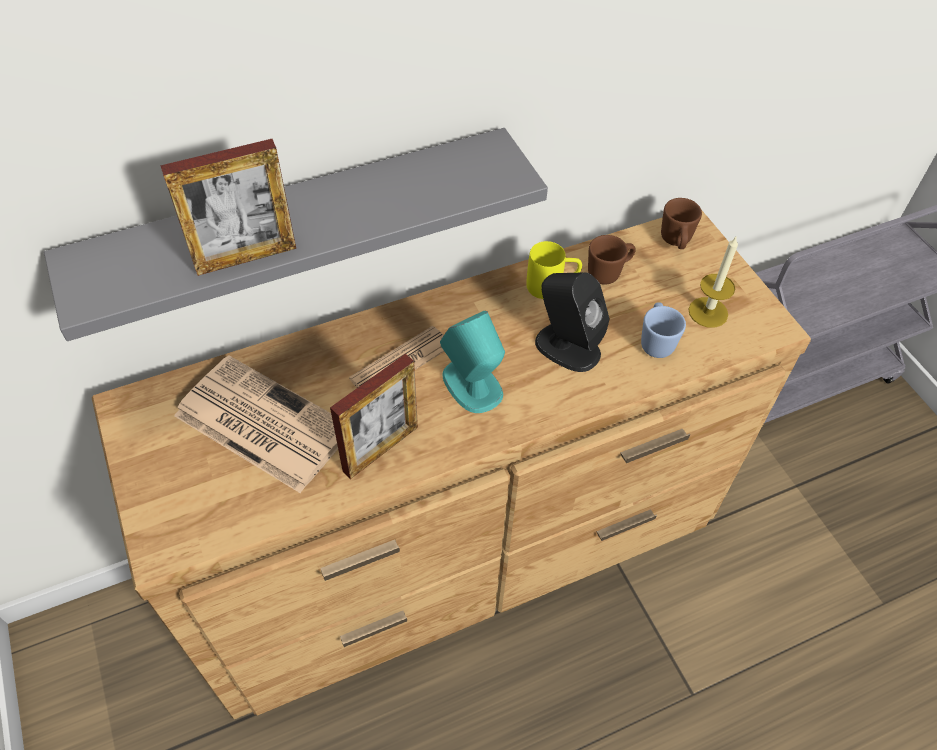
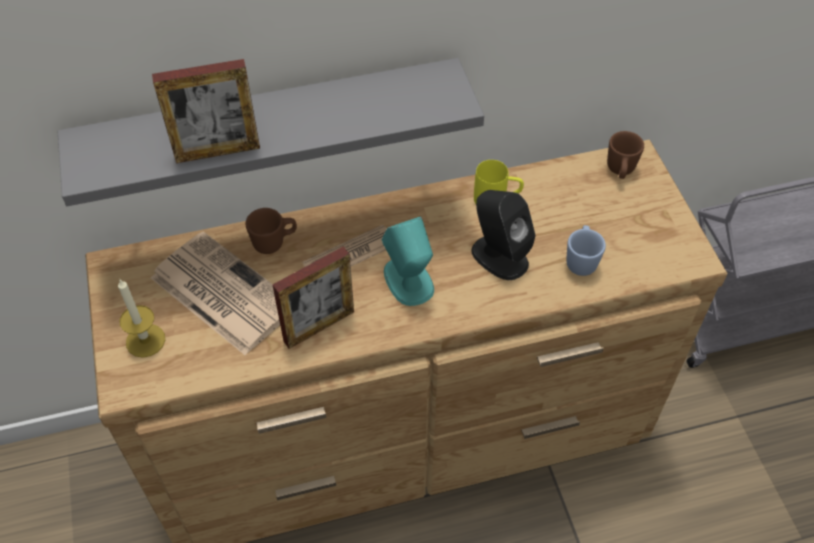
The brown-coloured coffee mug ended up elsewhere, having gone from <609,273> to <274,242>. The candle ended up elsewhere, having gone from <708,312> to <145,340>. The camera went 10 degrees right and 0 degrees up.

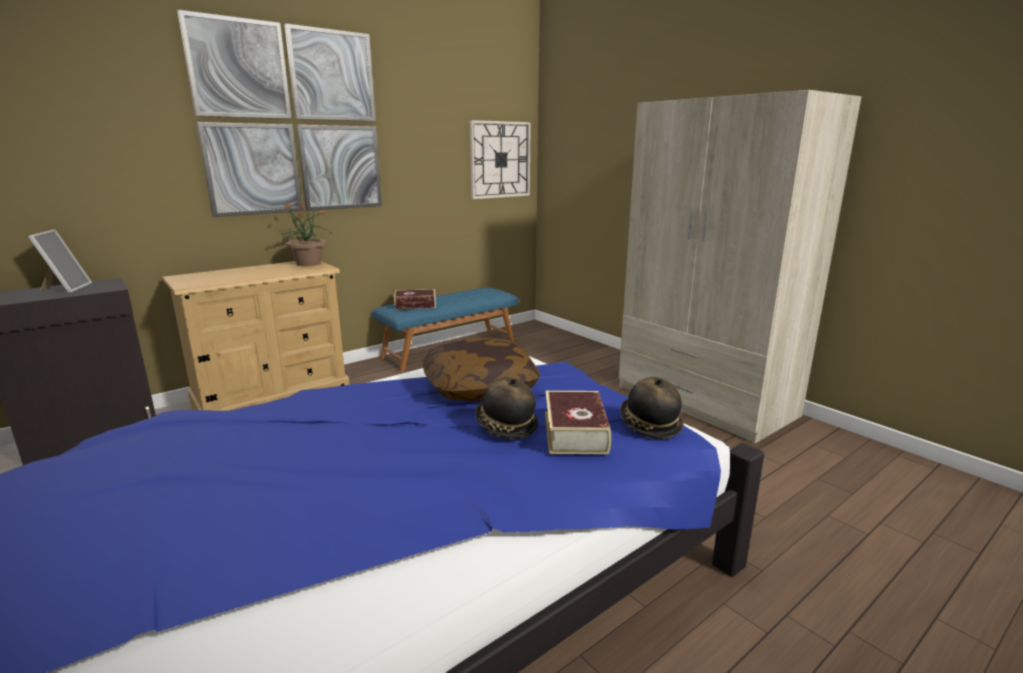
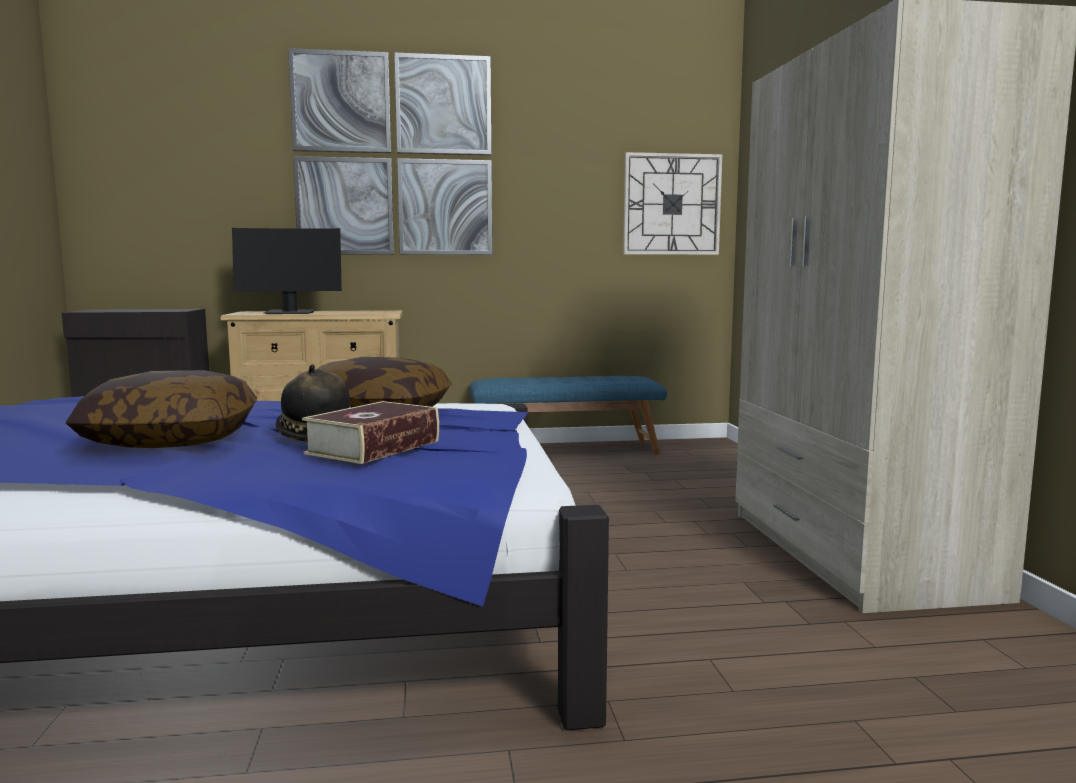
The second view lost the picture frame at <65,289>. The second view lost the houseplant at <308,264>. The second view lost the volume at <415,305>. The second view lost the clothing hat at <649,424>. The second view gained the cushion at <172,440>. The second view gained the computer display at <290,313>. The camera went 30 degrees right and 10 degrees down.

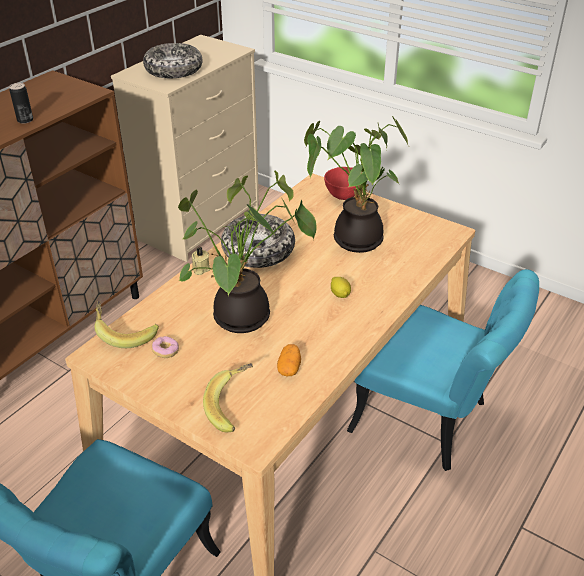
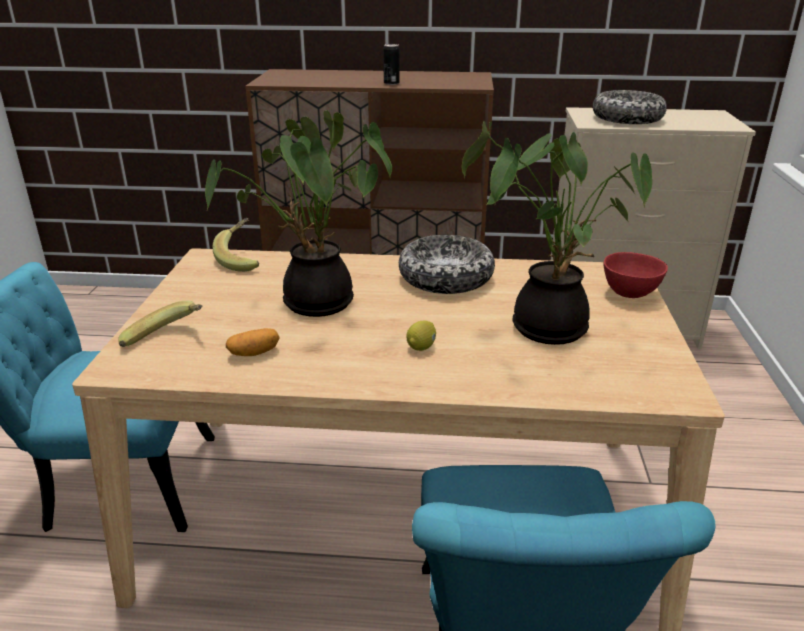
The second view lost the ring doughnut at <165,351>. The second view lost the beige-coloured candle at <200,269>. The camera went 60 degrees right and 10 degrees down.

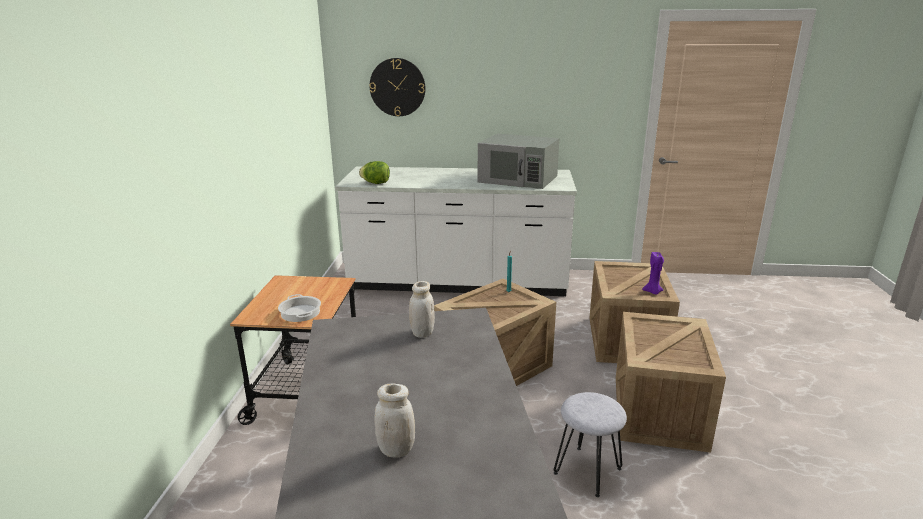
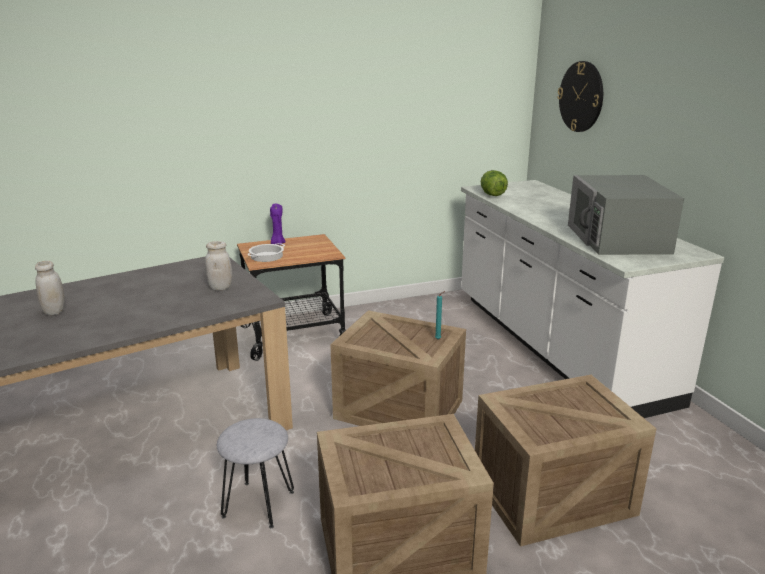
The purplish candle ended up elsewhere, having gone from <653,292> to <277,243>. The camera went 65 degrees right and 0 degrees up.

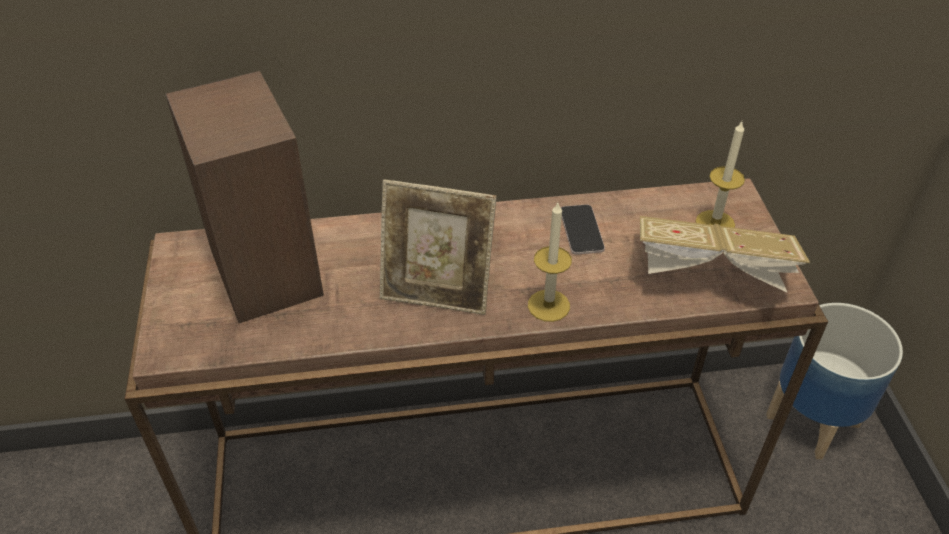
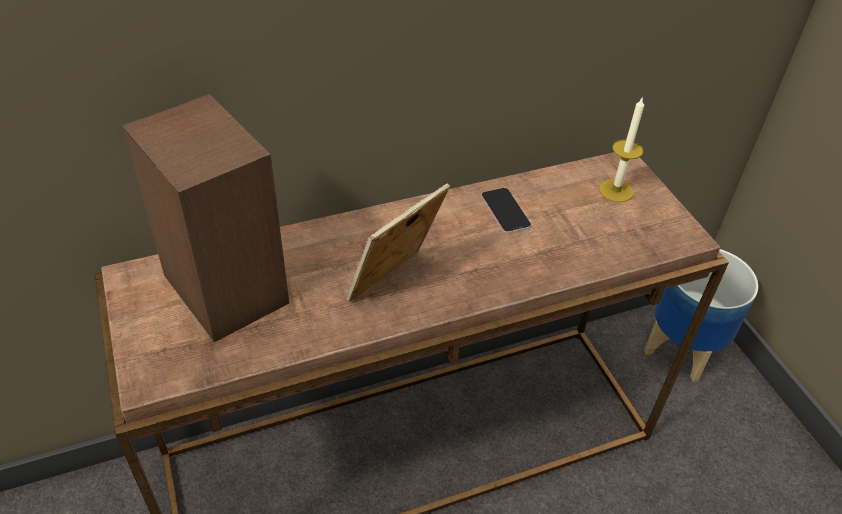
The picture frame at <437,292> ended up facing another way, 135 degrees clockwise from before. The second view lost the candle at <548,305>. The second view lost the volume at <710,276>. The camera went 15 degrees left and 0 degrees up.

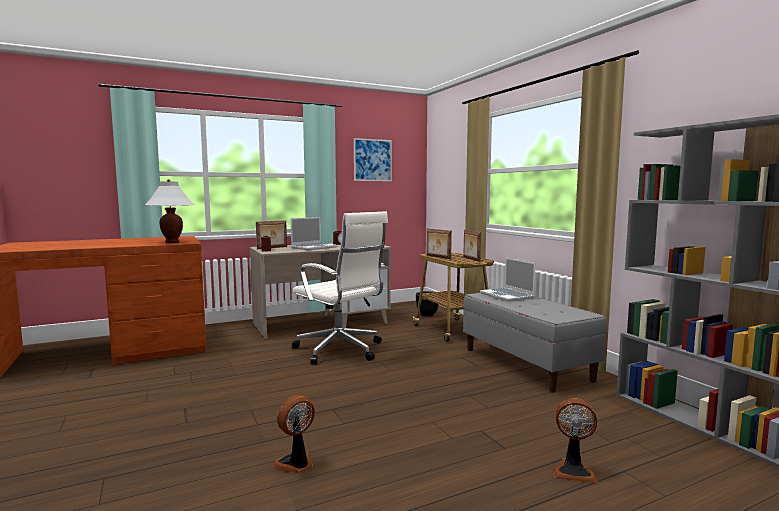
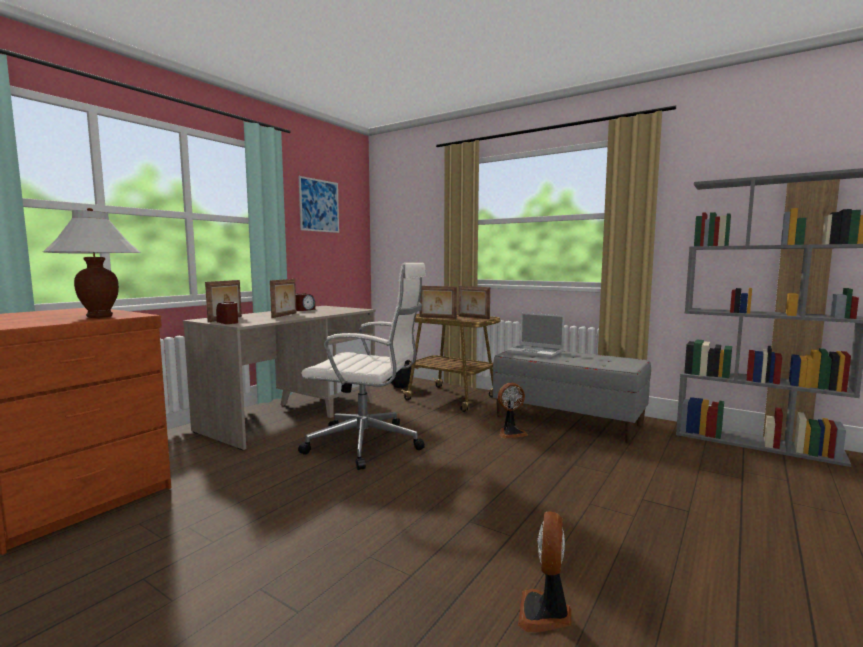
Where the laptop stood at <314,247>, the picture frame came to stand at <285,315>. The electric fan ended up elsewhere, having gone from <573,471> to <511,433>. The camera went 30 degrees left and 0 degrees up.

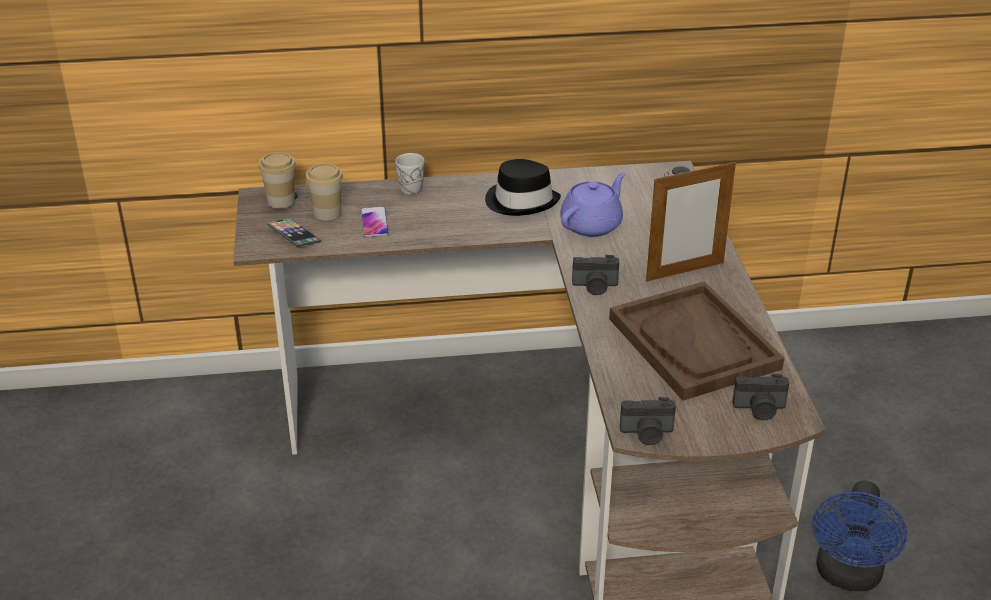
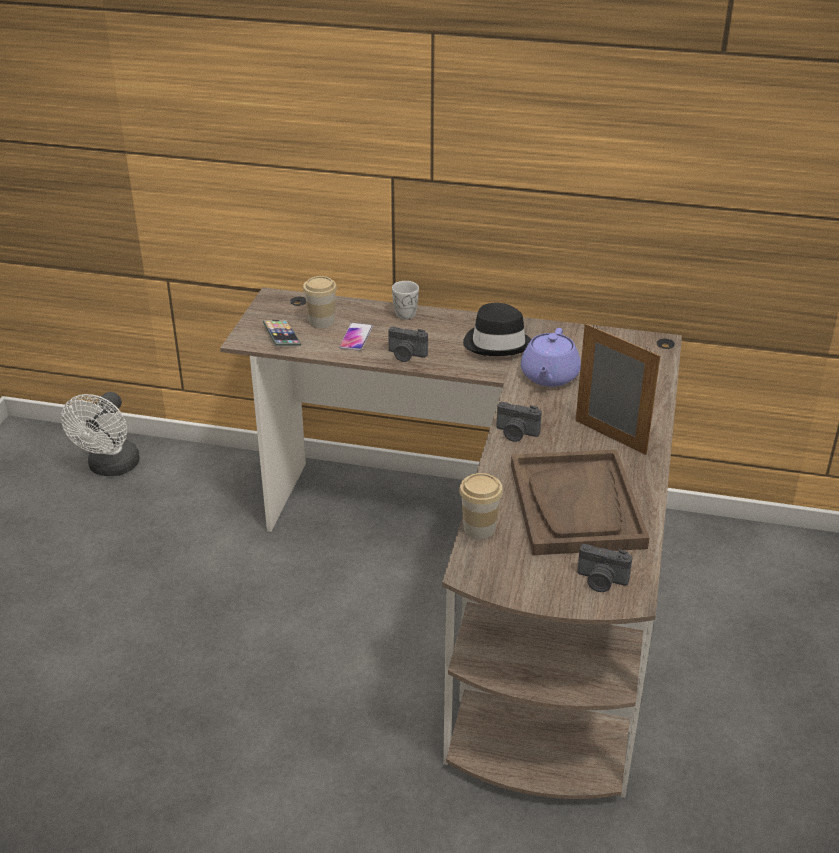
The drinking cup ended up elsewhere, having gone from <281,201> to <479,528>. The purplish tea pot at <592,225> ended up facing another way, 135 degrees clockwise from before. The still camera ended up elsewhere, having gone from <647,434> to <406,355>. The picture frame at <685,271> ended up facing another way, 135 degrees counterclockwise from before. The second view lost the bluish electric fan at <848,577>. The second view gained the white-coloured electric fan at <111,468>. The camera went 20 degrees right and 0 degrees up.

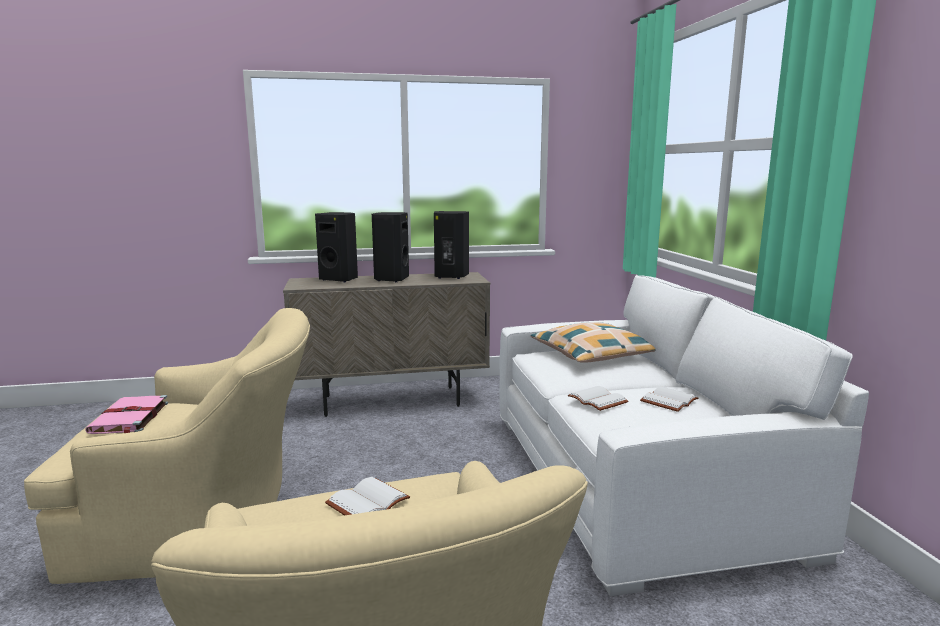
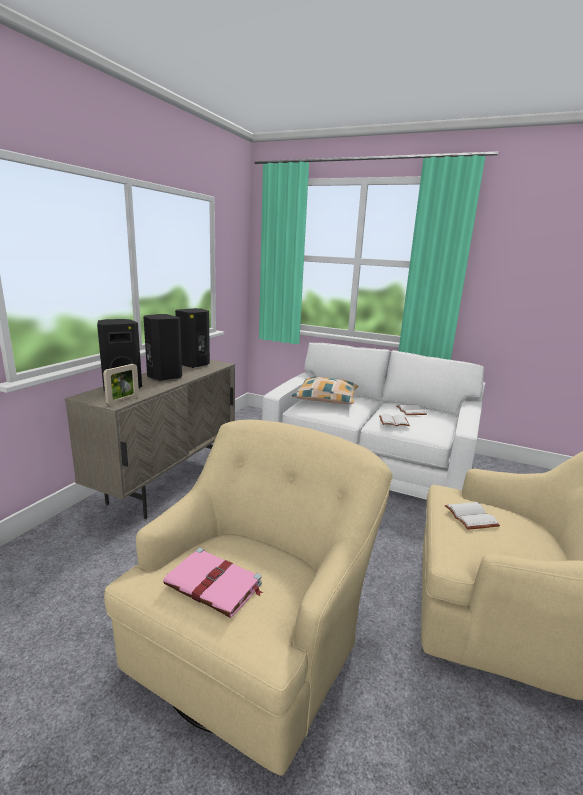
The second view gained the picture frame at <123,401>. The camera went 55 degrees left and 5 degrees up.

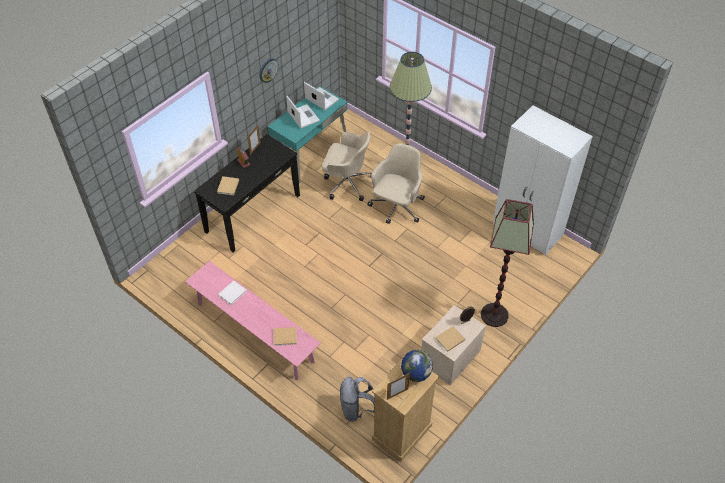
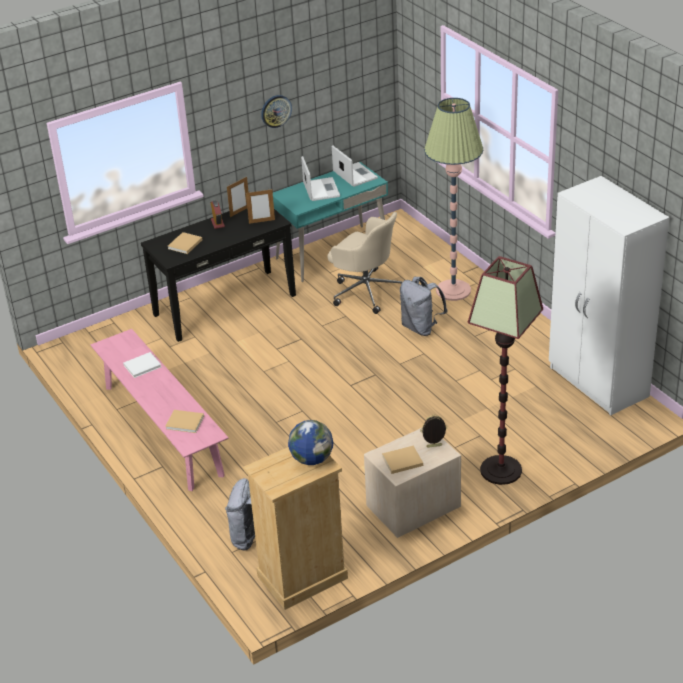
Where the beige-coloured office chair stood at <396,207>, the greyish knapsack came to stand at <421,328>. The picture frame ended up elsewhere, having gone from <397,394> to <261,221>. The camera went 20 degrees right and 15 degrees down.

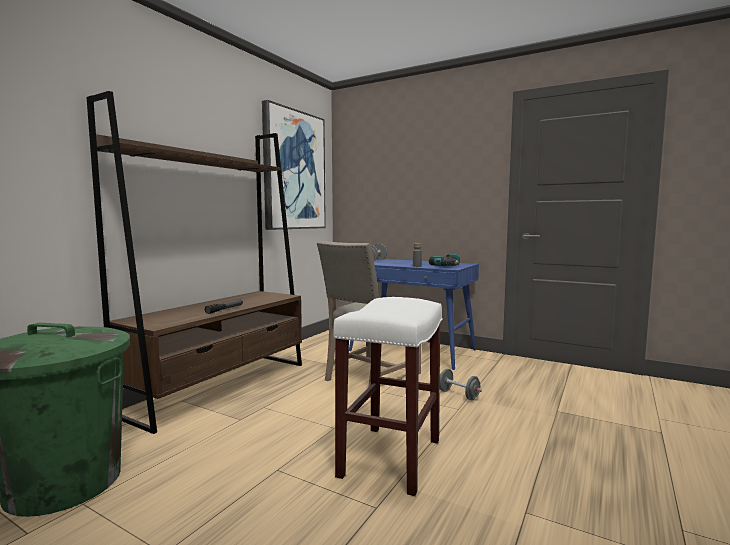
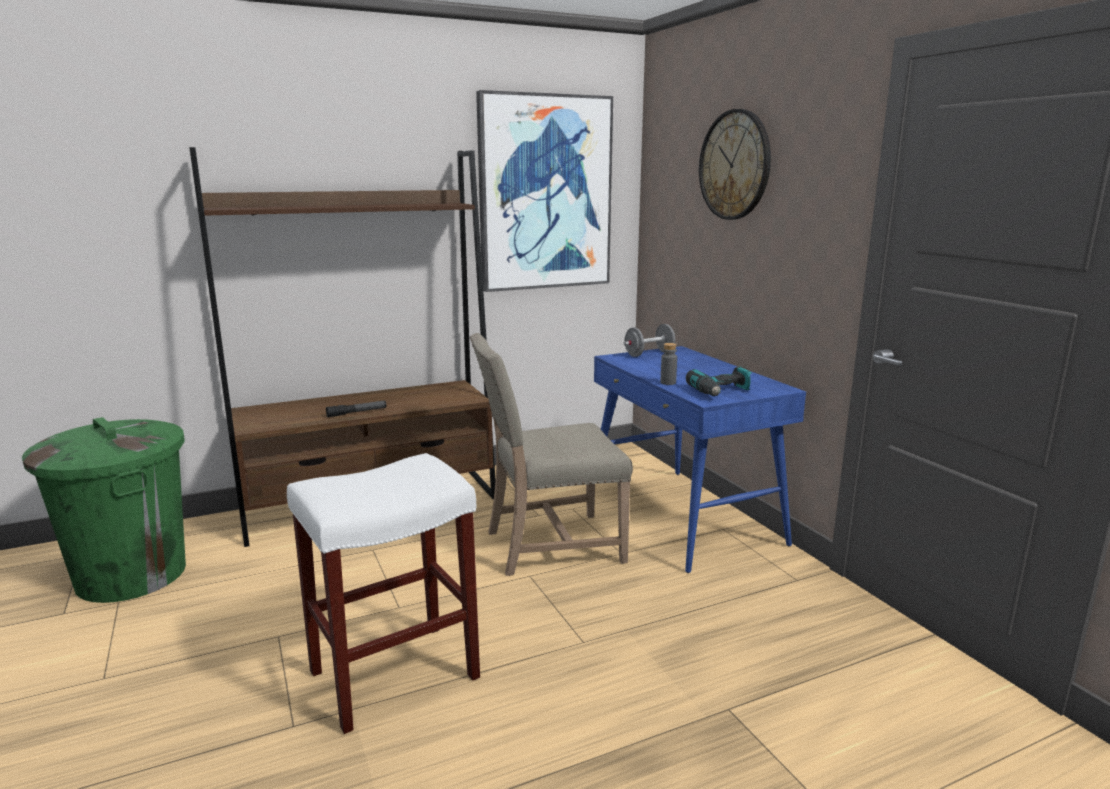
The second view lost the greyish hand weight at <458,395>. The second view gained the hanging clock at <735,165>. The camera went 35 degrees right and 10 degrees up.

